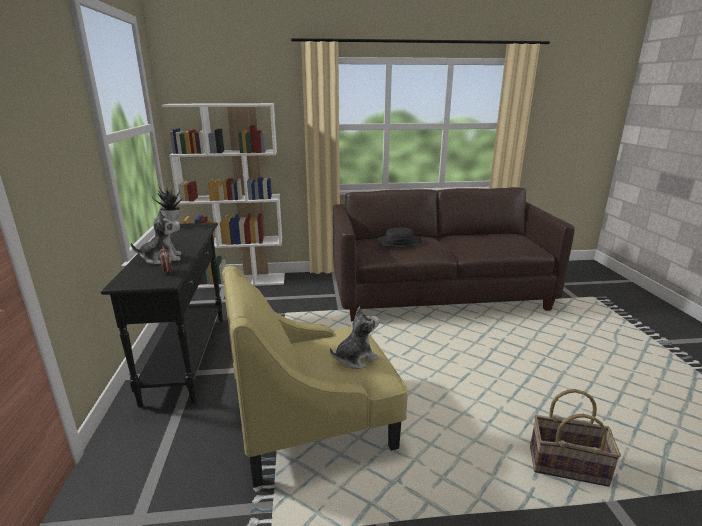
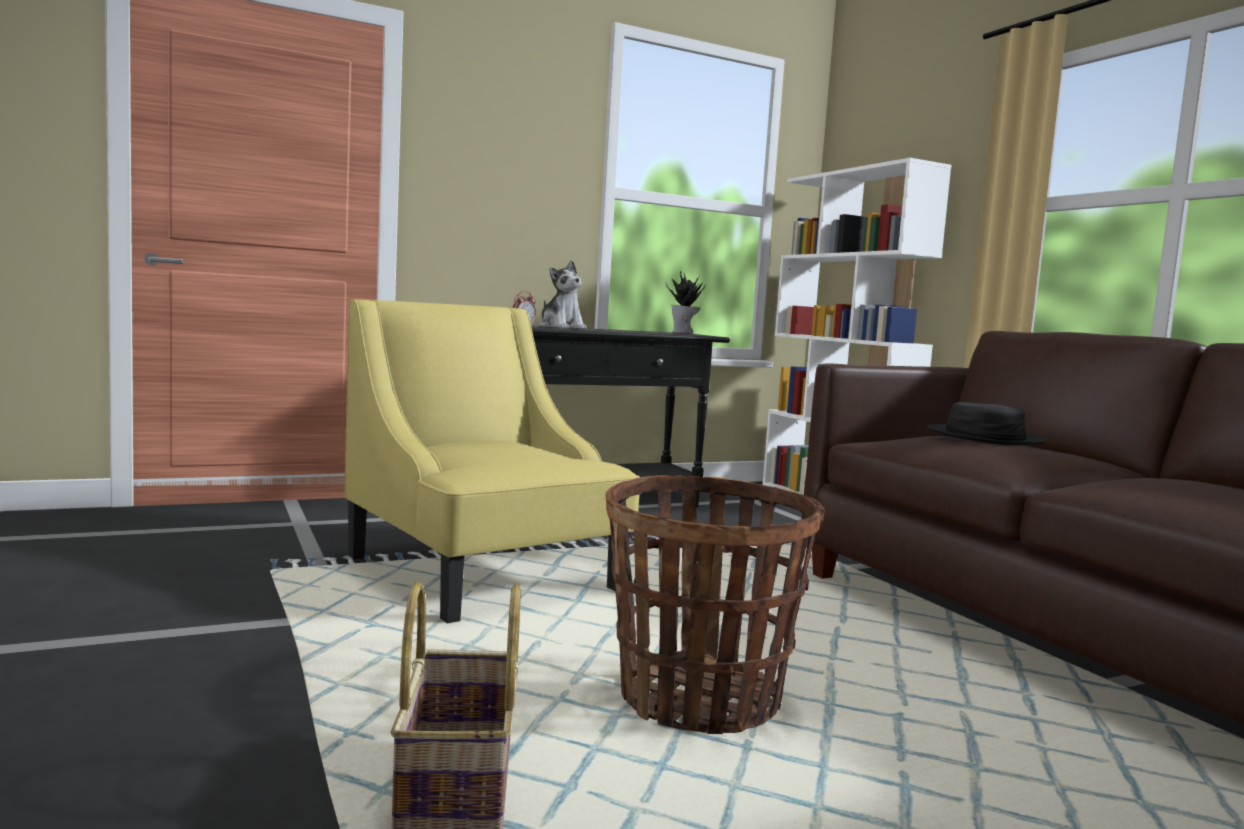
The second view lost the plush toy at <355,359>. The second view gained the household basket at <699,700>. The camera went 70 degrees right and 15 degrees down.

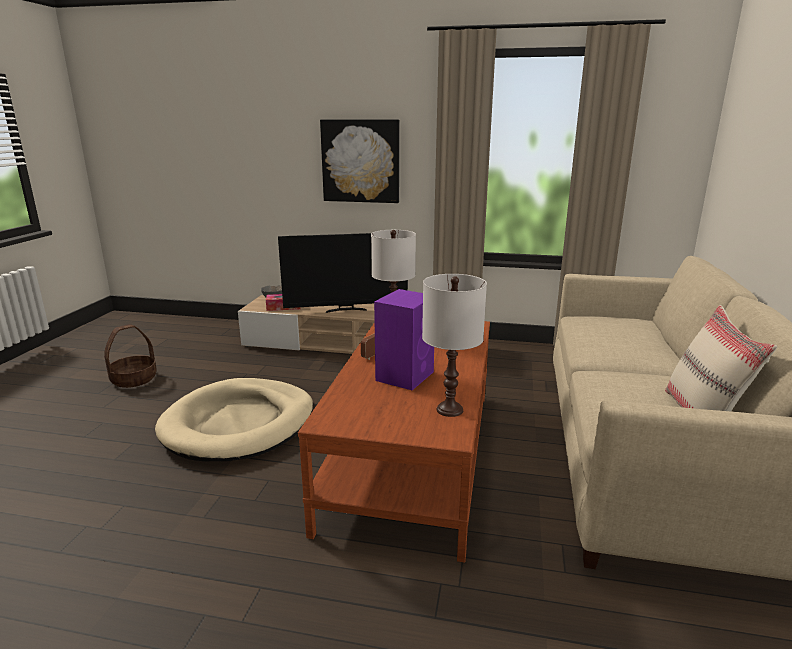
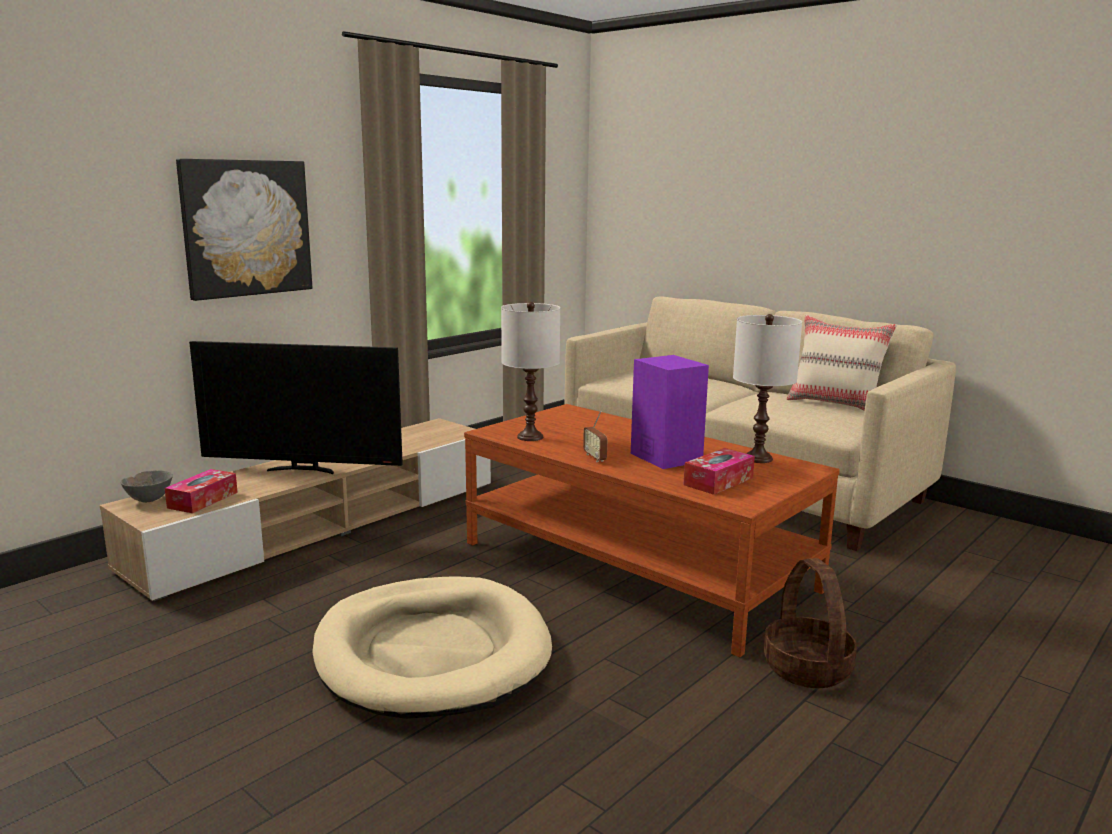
The household basket ended up elsewhere, having gone from <134,379> to <806,668>. The television at <346,310> ended up facing another way, 75 degrees clockwise from before. The second view gained the tissue holder at <718,481>. The camera went 60 degrees left and 5 degrees down.

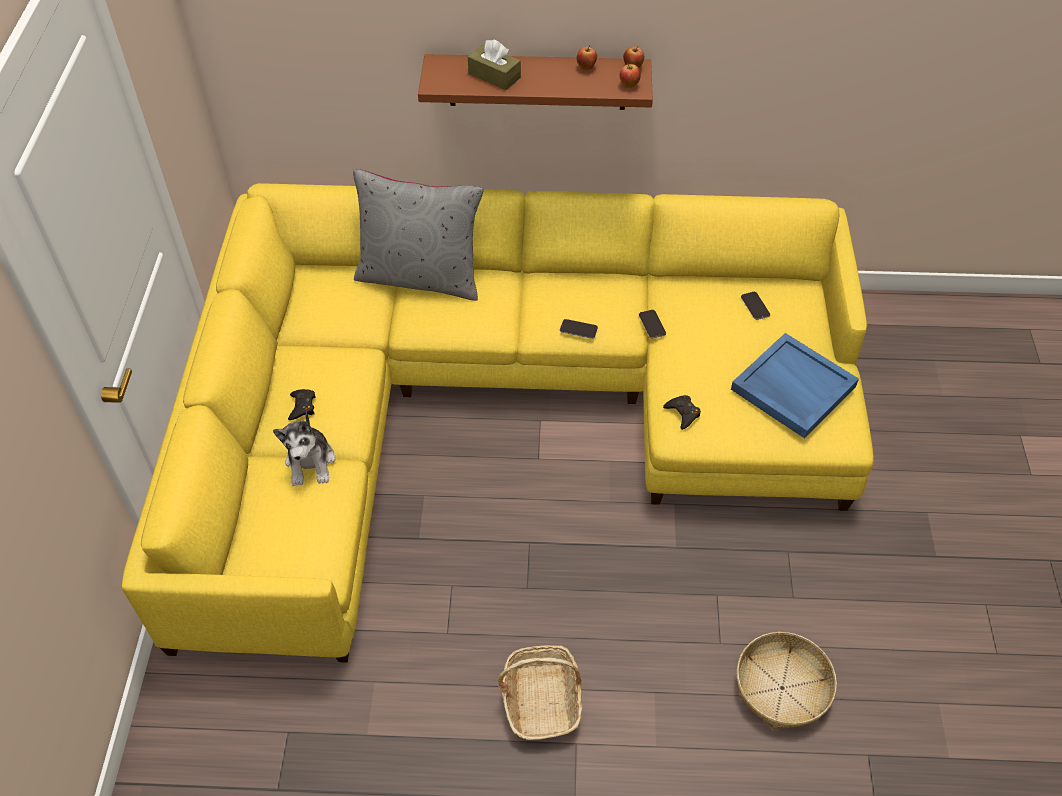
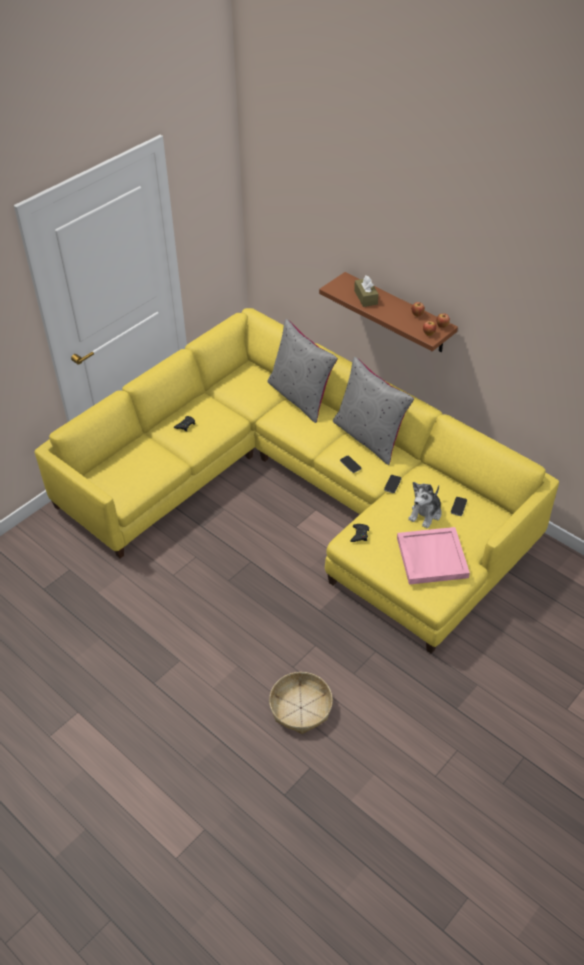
The plush toy ended up elsewhere, having gone from <311,462> to <425,514>. The second view lost the household basket at <541,699>. What was the bluish carrying tray at <792,388> turned into the pinkish carrying tray at <431,557>. The second view gained the greyish cushion at <369,437>. The camera went 40 degrees right and 5 degrees down.

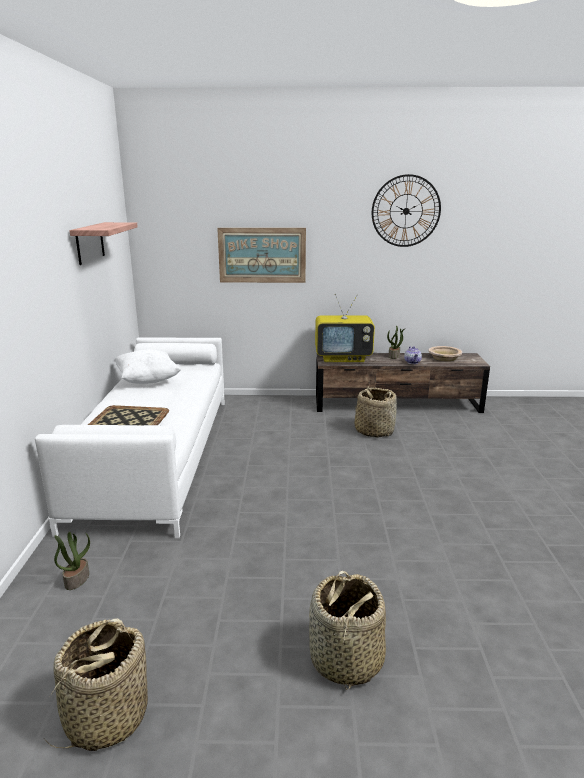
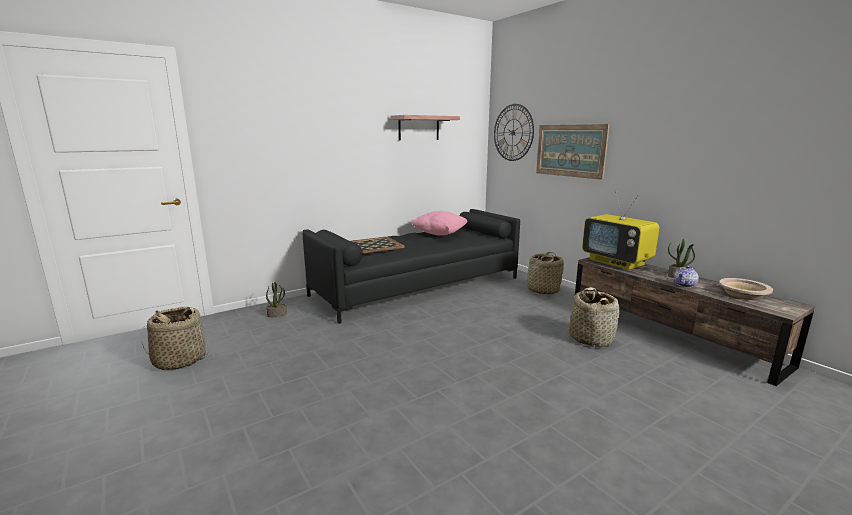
What was the white-coloured couch at <157,454> turned into the black-coloured couch at <418,286>. What was the white-coloured cushion at <148,380> turned into the pinkish cushion at <439,234>. The household basket ended up elsewhere, having gone from <345,659> to <542,290>. The hanging clock ended up elsewhere, having gone from <406,211> to <513,132>. The camera went 55 degrees right and 5 degrees down.

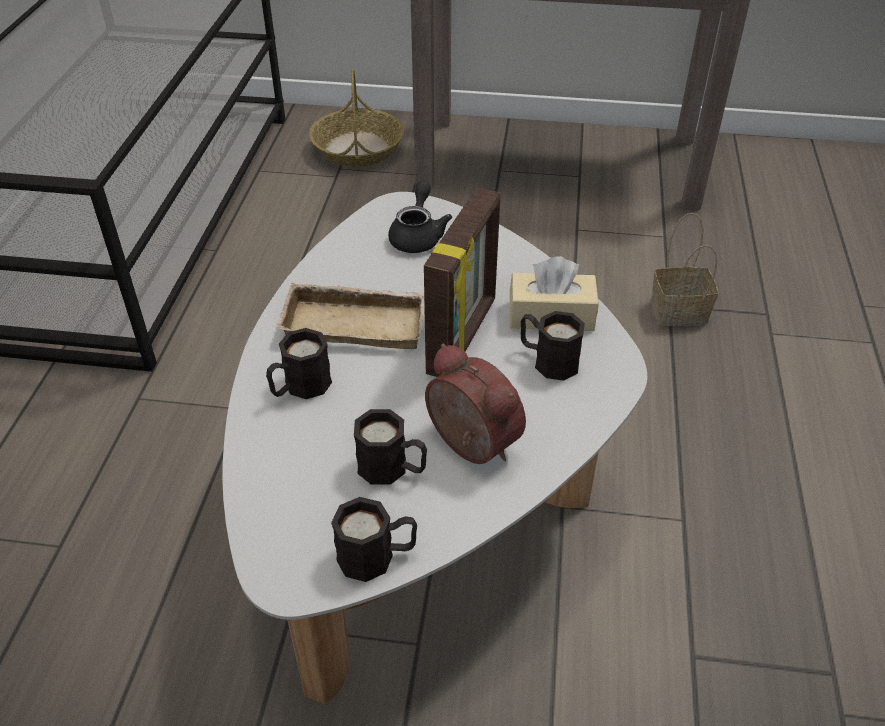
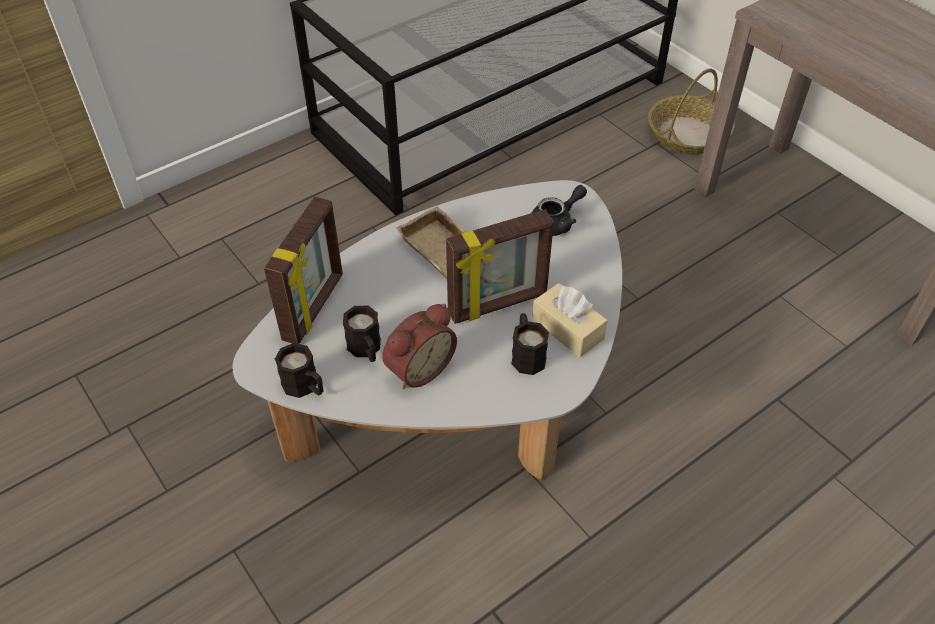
The second view lost the black-coloured coffee mug at <300,387>. The table clock at <468,446> ended up facing another way, 45 degrees clockwise from before. The second view lost the household basket at <680,311>. The second view gained the picture frame at <315,307>. The camera went 45 degrees right and 5 degrees up.

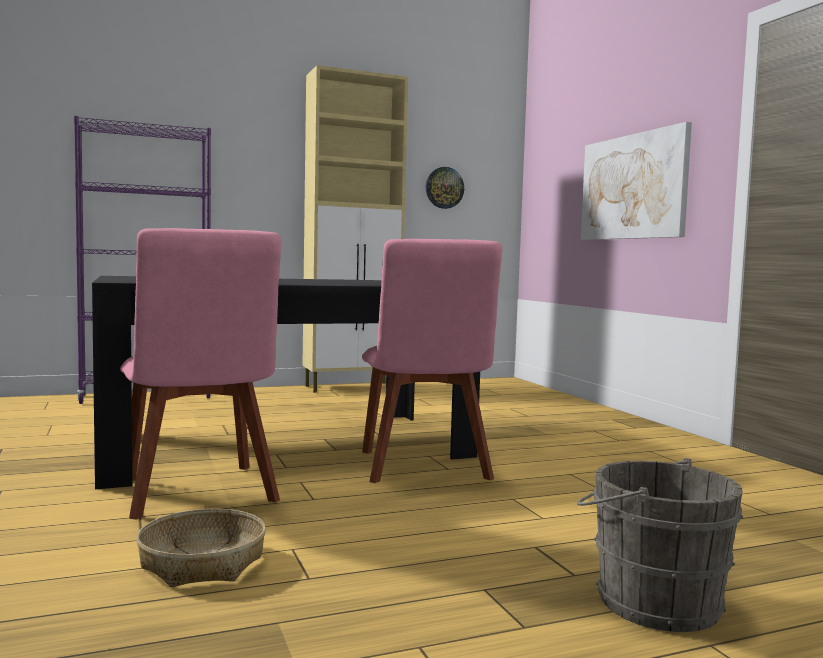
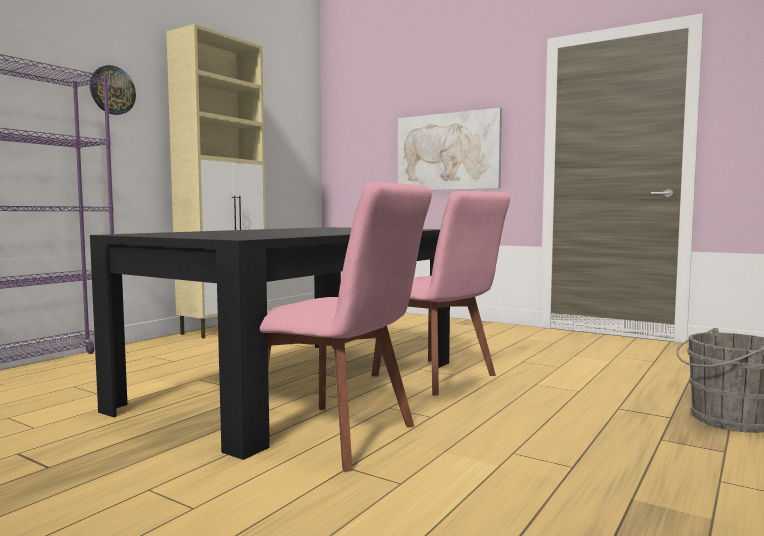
The second view lost the household basket at <202,563>. The hanging clock ended up elsewhere, having gone from <444,188> to <112,90>. The camera went 35 degrees left and 0 degrees up.

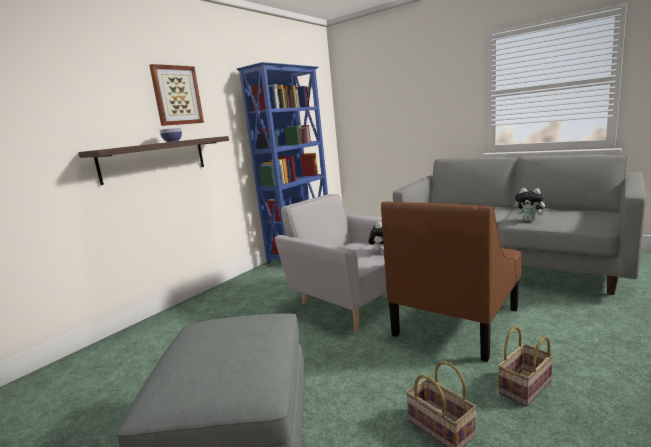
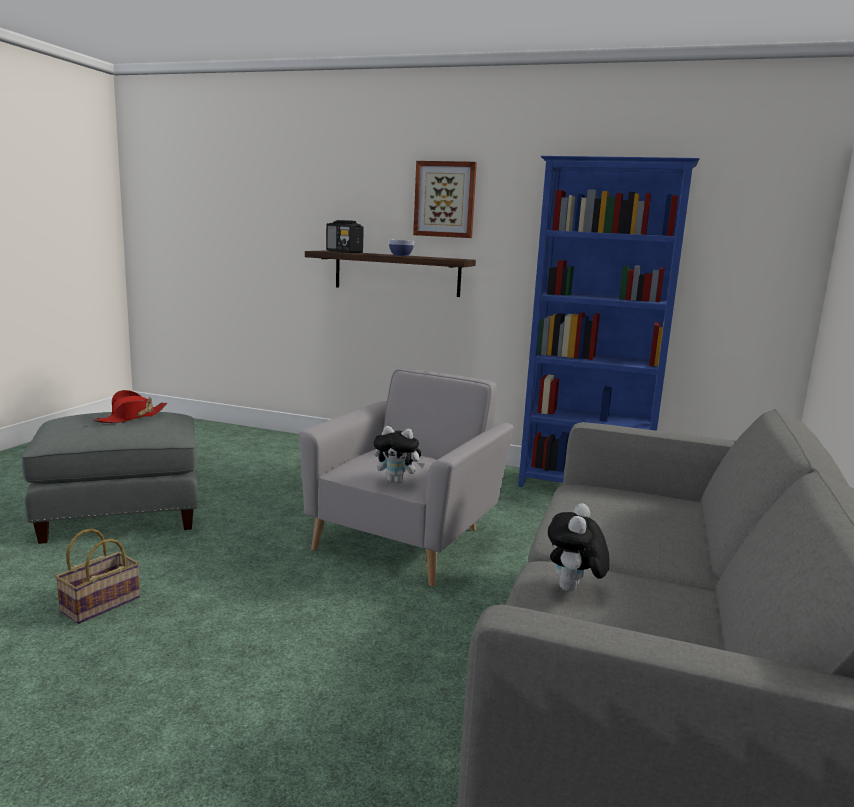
The second view lost the brown-coloured lounge chair at <456,321>. The second view lost the household basket at <525,388>. The second view gained the red clothing hat at <132,417>. The second view gained the radio set at <344,252>. The camera went 70 degrees right and 0 degrees up.

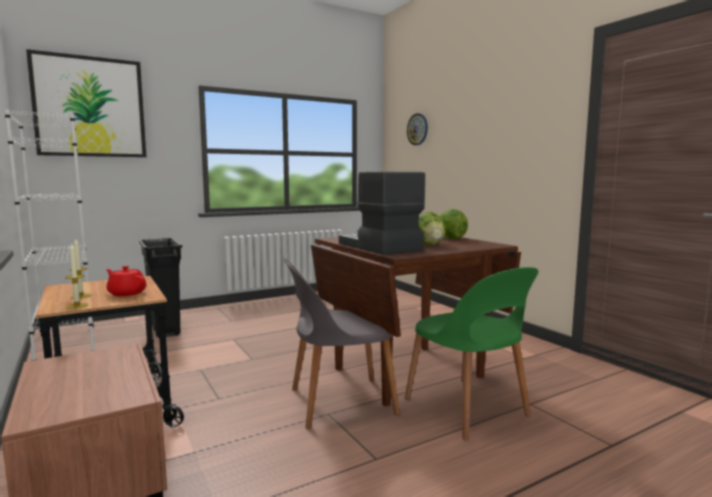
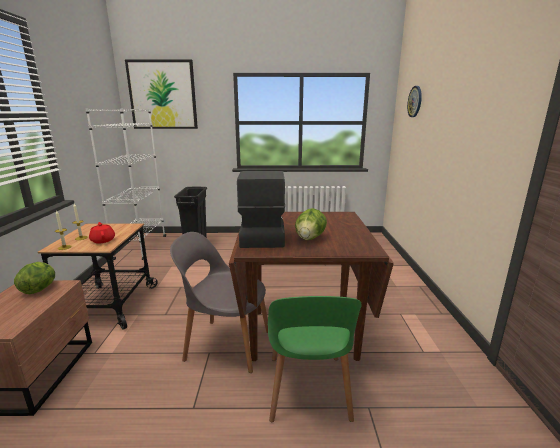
The lettuce ended up elsewhere, having gone from <450,238> to <40,289>. The camera went 30 degrees right and 10 degrees up.

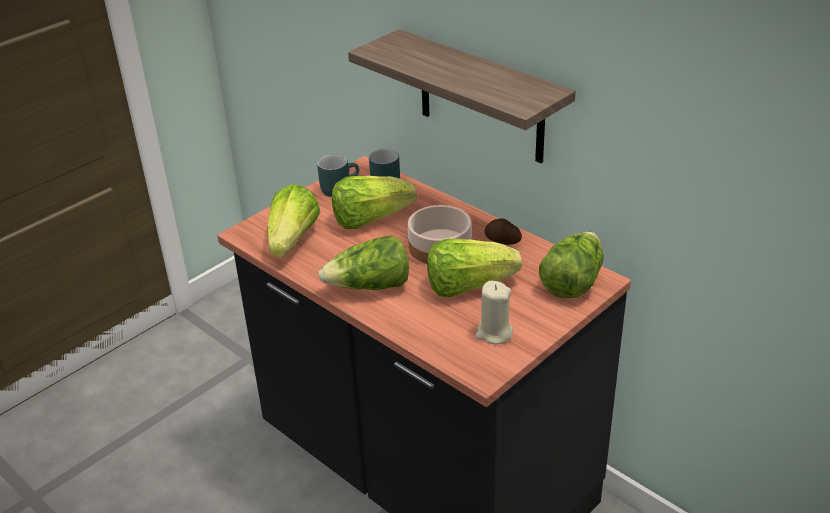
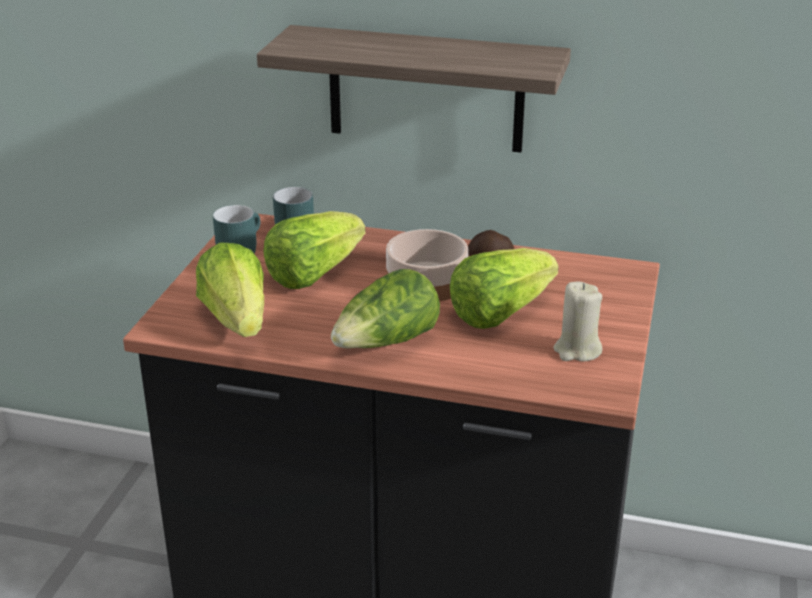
The second view lost the lettuce at <572,281>. The camera went 30 degrees left and 5 degrees down.

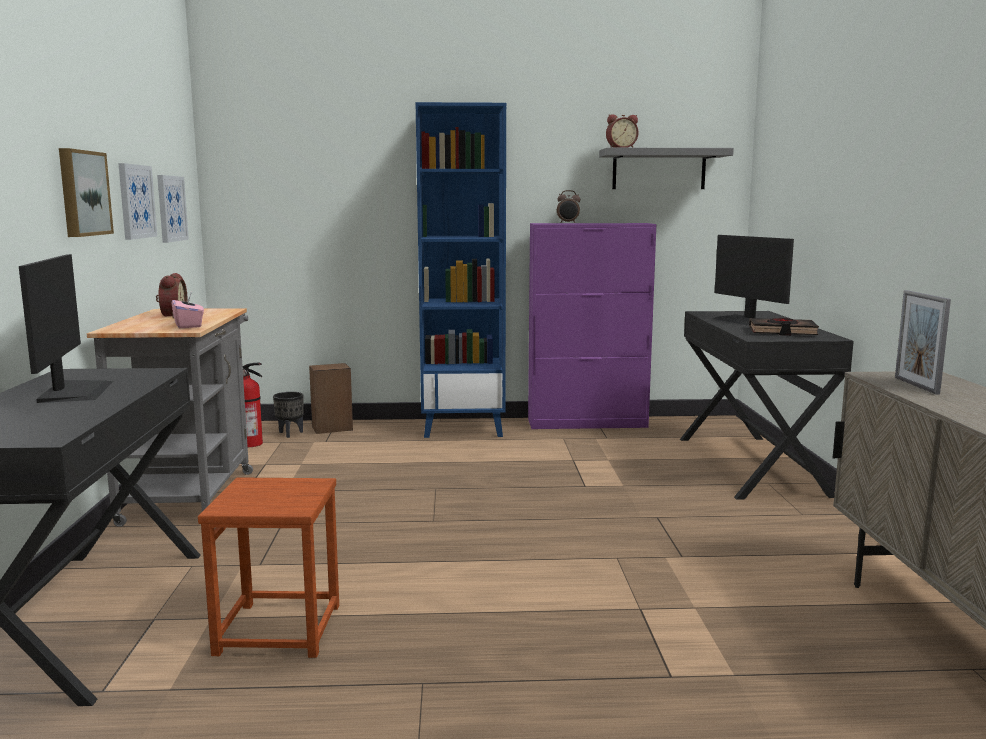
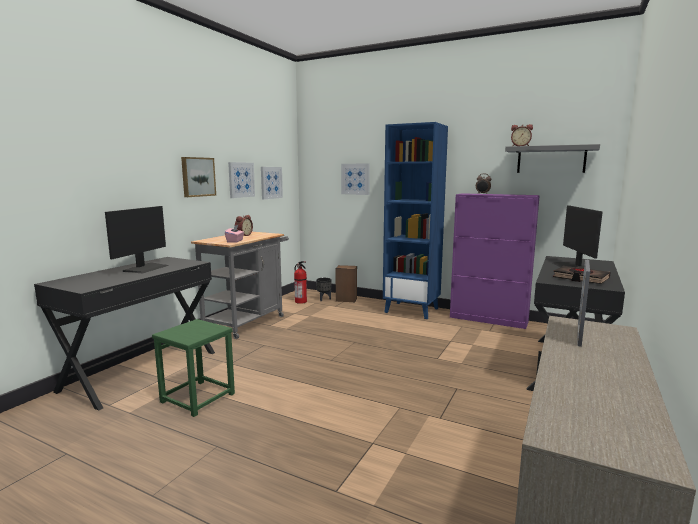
What was the brown-coloured stool at <280,629> turned into the green-coloured stool at <198,398>. The second view gained the picture at <355,179>. The camera went 30 degrees right and 0 degrees up.

